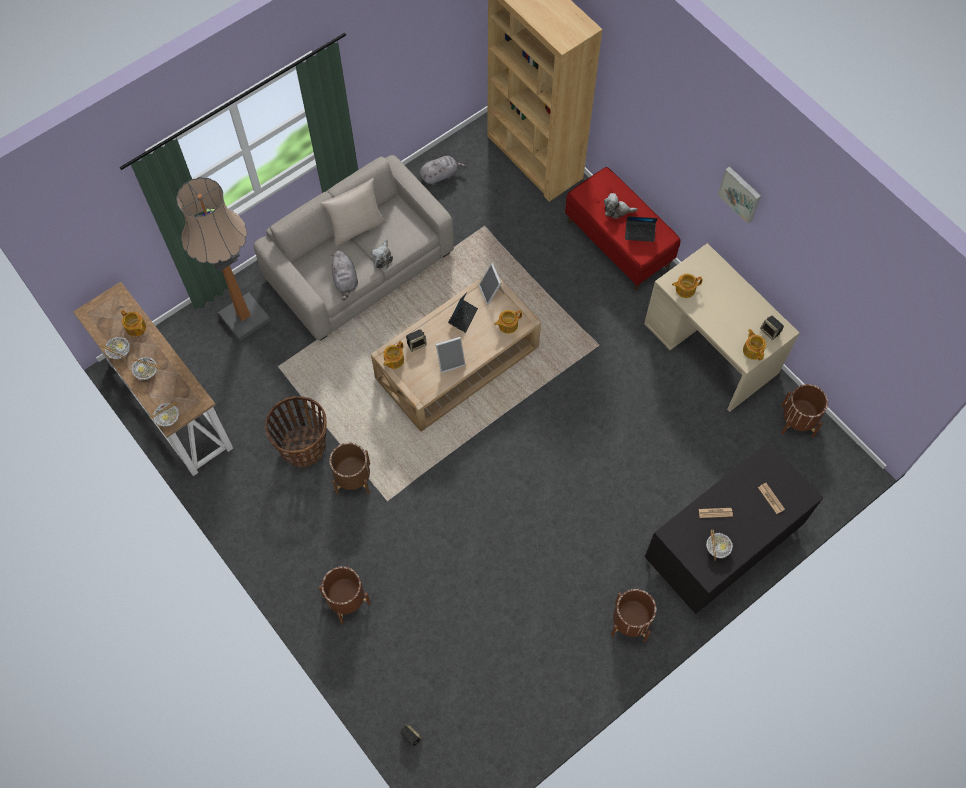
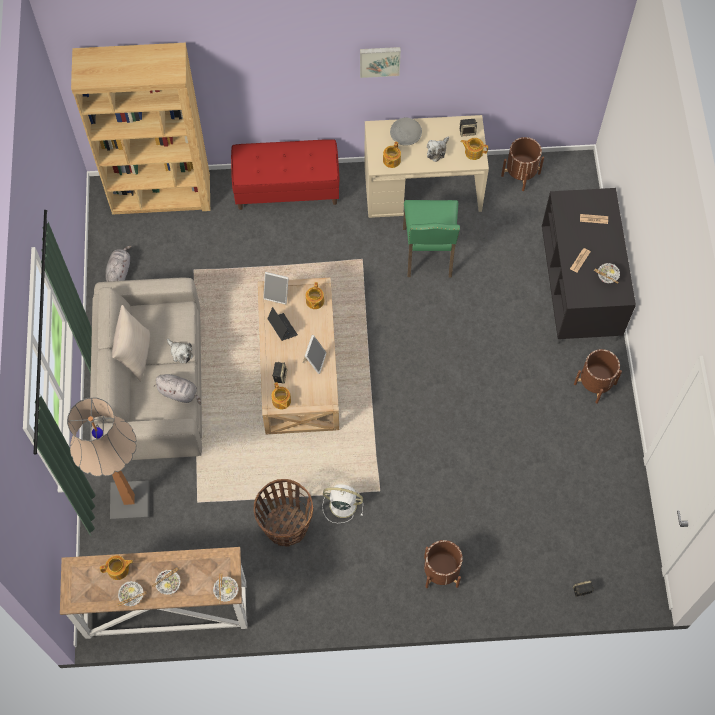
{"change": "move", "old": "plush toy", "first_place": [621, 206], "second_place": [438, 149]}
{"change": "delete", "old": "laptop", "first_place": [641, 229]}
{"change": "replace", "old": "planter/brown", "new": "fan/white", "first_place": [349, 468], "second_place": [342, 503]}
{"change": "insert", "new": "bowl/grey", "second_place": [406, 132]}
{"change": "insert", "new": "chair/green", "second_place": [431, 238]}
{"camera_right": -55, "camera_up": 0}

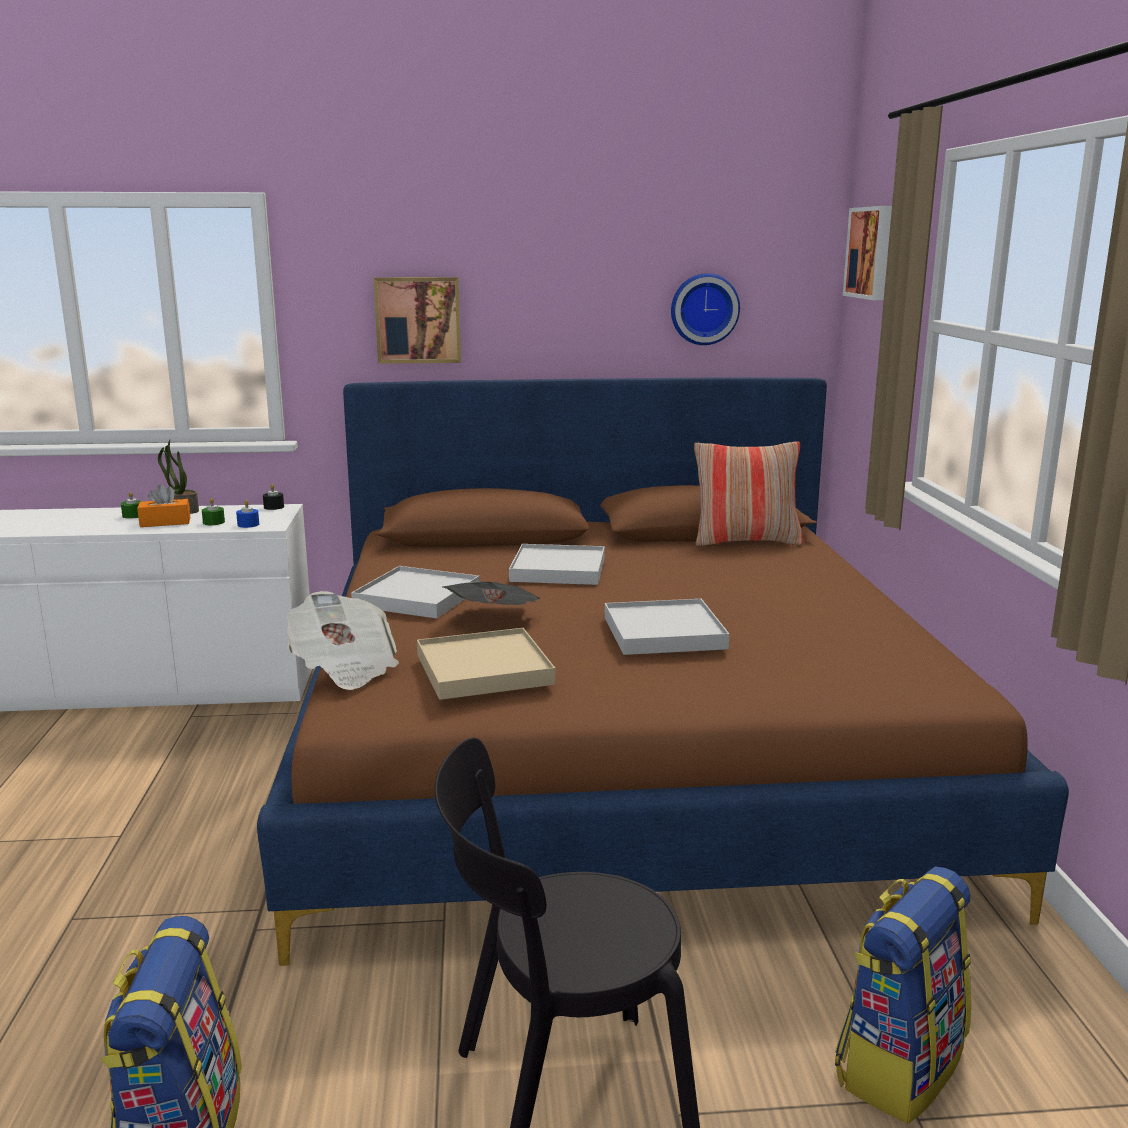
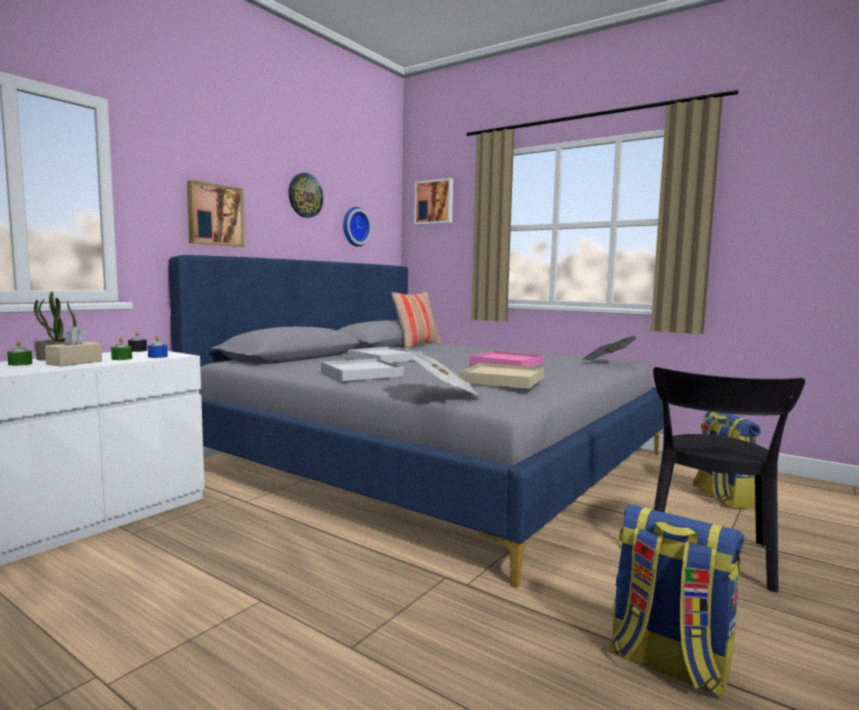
{"change": "recolor", "old": "bed/brown", "new": "bed/grey", "first_place": [663, 671], "second_place": [416, 421]}
{"change": "recolor", "old": "tissue box/orange", "new": "tissue box/beige", "first_place": [163, 505], "second_place": [73, 346]}
{"change": "move", "old": "newspaper", "first_place": [491, 593], "second_place": [609, 348]}
{"change": "recolor", "old": "tray/white", "new": "tray/pink", "first_place": [667, 627], "second_place": [507, 359]}
{"change": "insert", "new": "wall clock", "second_place": [305, 195]}
{"camera_right": -50, "camera_up": -10}

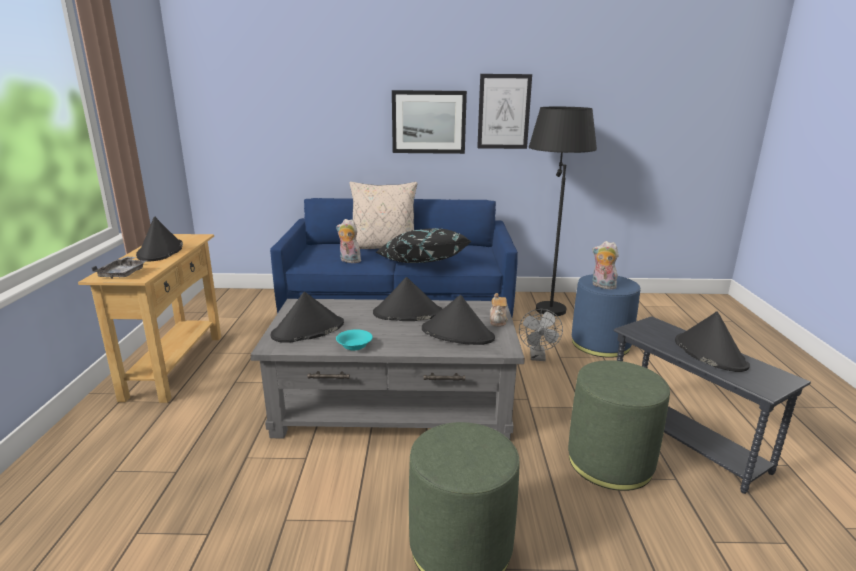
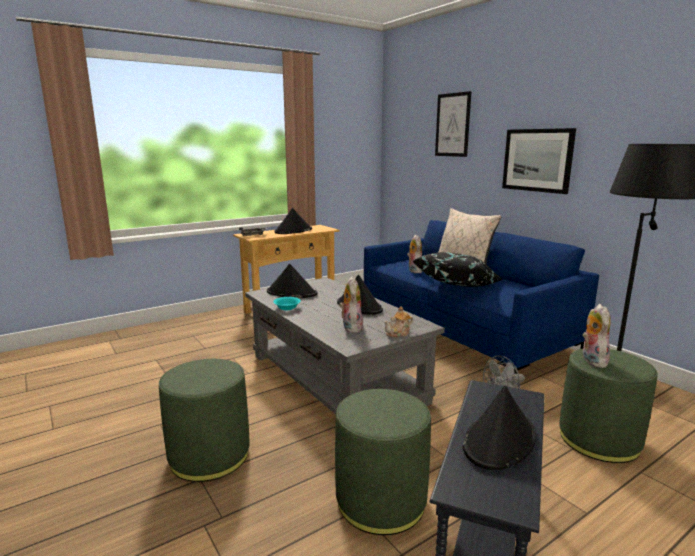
{"change": "move", "old": "picture", "first_place": [504, 111], "second_place": [453, 124]}
{"change": "recolor", "old": "ottoman/blue", "new": "ottoman/green", "first_place": [606, 316], "second_place": [608, 406]}
{"change": "replace", "old": "hat/black", "new": "plush toy", "first_place": [458, 320], "second_place": [351, 305]}
{"camera_right": 55, "camera_up": -5}

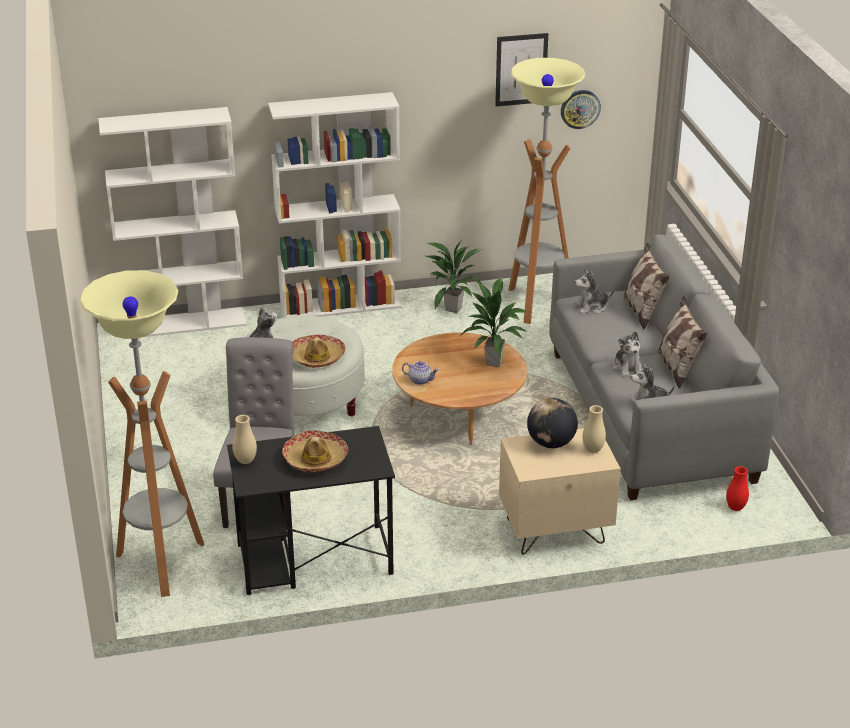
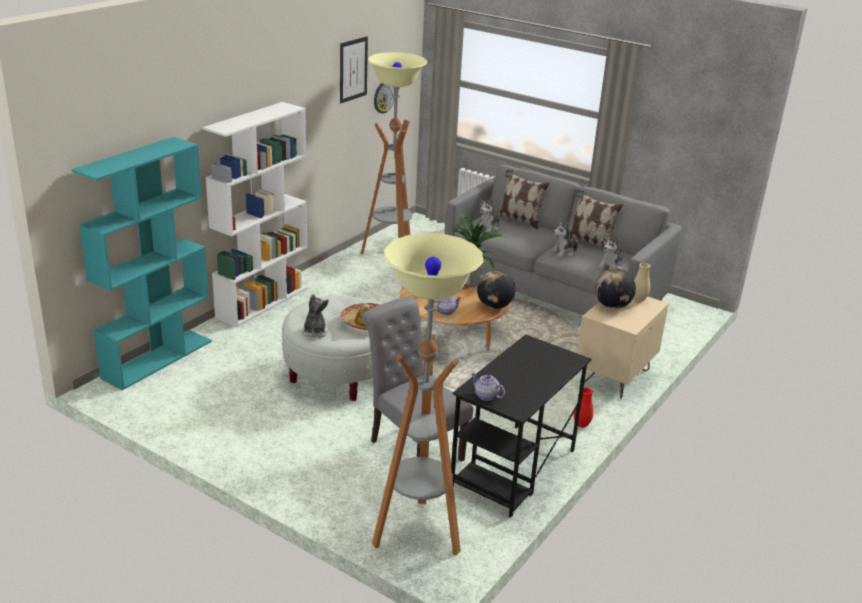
{"change": "recolor", "old": "bookcase/white", "new": "bookcase/turquoise", "first_place": [172, 222], "second_place": [142, 263]}
{"change": "delete", "old": "potted plant", "first_place": [454, 277]}
{"change": "rotate", "old": "plush toy", "first_place": [627, 354], "second_place": [566, 239], "degrees": 120}
{"change": "replace", "old": "vase/beige", "new": "teapot", "first_place": [244, 439], "second_place": [488, 387]}
{"change": "delete", "old": "hat", "first_place": [315, 451]}
{"change": "move", "old": "vase/red", "first_place": [737, 488], "second_place": [583, 408]}
{"change": "insert", "new": "globe", "second_place": [496, 289]}
{"camera_right": -45, "camera_up": -5}

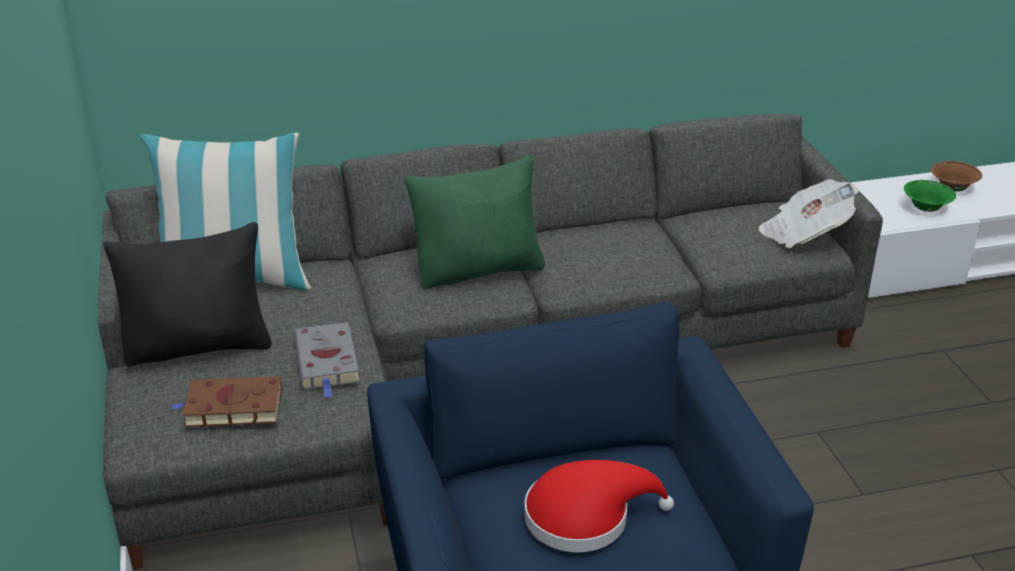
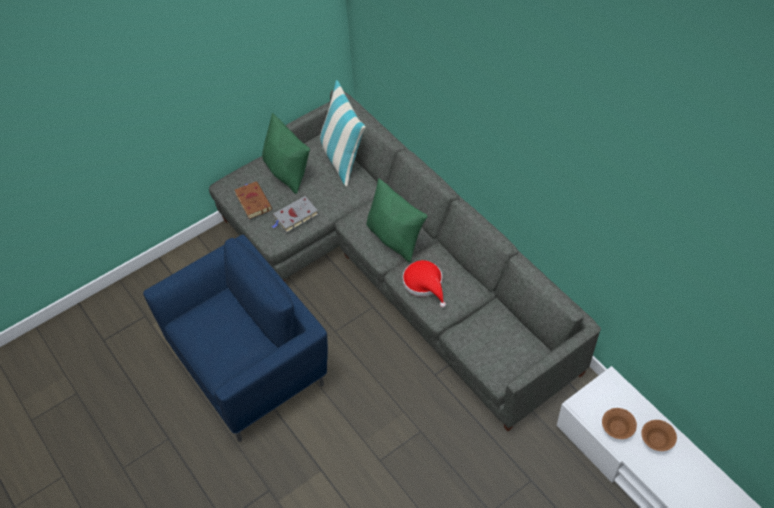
{"change": "delete", "old": "newspaper", "first_place": [809, 213]}
{"change": "recolor", "old": "bowl/green", "new": "bowl/brown", "first_place": [930, 196], "second_place": [619, 423]}
{"change": "recolor", "old": "pillow/black", "new": "pillow/green", "first_place": [187, 294], "second_place": [286, 153]}
{"change": "move", "old": "hat/red", "first_place": [599, 506], "second_place": [424, 284]}
{"camera_right": 70, "camera_up": 20}

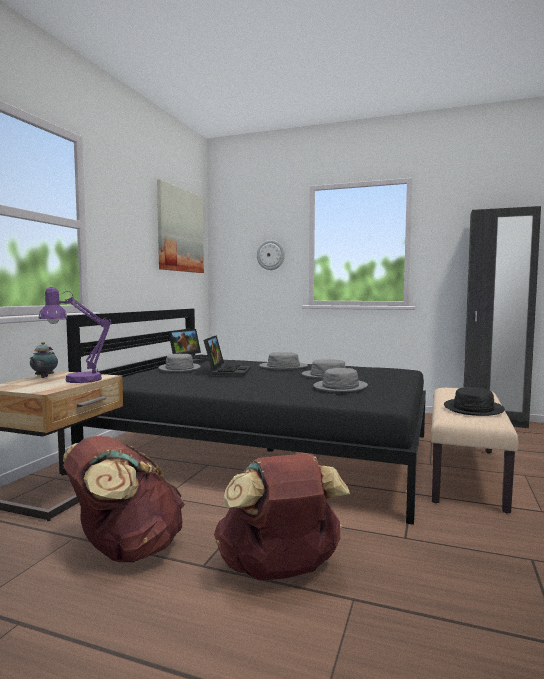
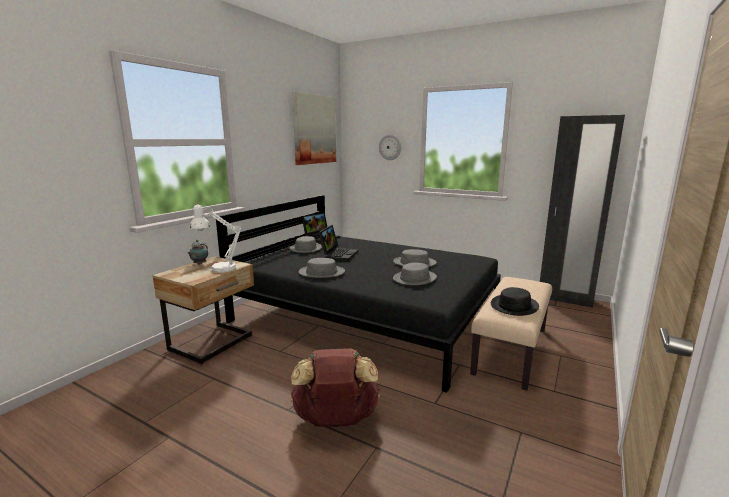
{"change": "recolor", "old": "table lamp/purple", "new": "table lamp/white", "first_place": [74, 335], "second_place": [215, 239]}
{"change": "move", "old": "hat/grey", "first_place": [283, 360], "second_place": [322, 268]}
{"change": "delete", "old": "backpack/brown", "first_place": [124, 499]}
{"camera_right": 10, "camera_up": 10}

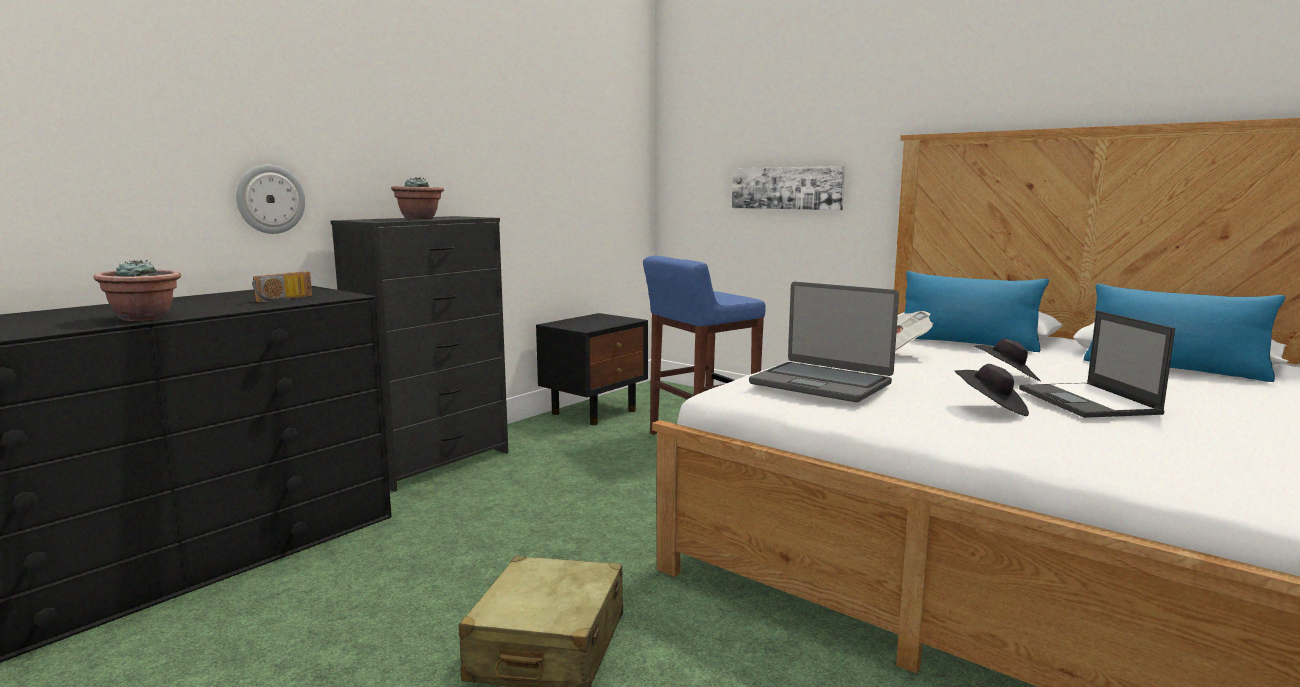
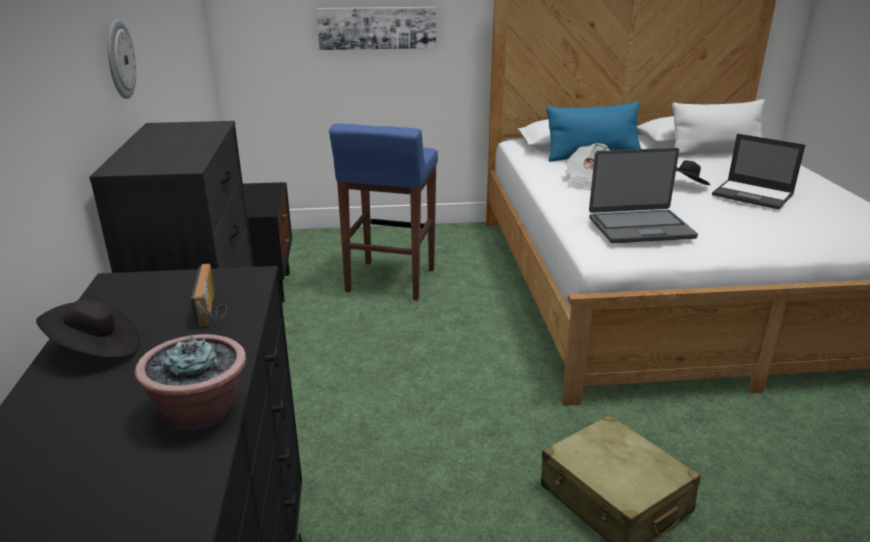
{"change": "move", "old": "wall clock", "first_place": [270, 199], "second_place": [122, 59]}
{"change": "delete", "old": "potted plant", "first_place": [417, 198]}
{"change": "recolor", "old": "pillow/blue", "new": "pillow/white", "first_place": [1184, 333], "second_place": [718, 127]}
{"change": "move", "old": "hat/black", "first_place": [992, 390], "second_place": [88, 329]}
{"camera_right": -45, "camera_up": 15}

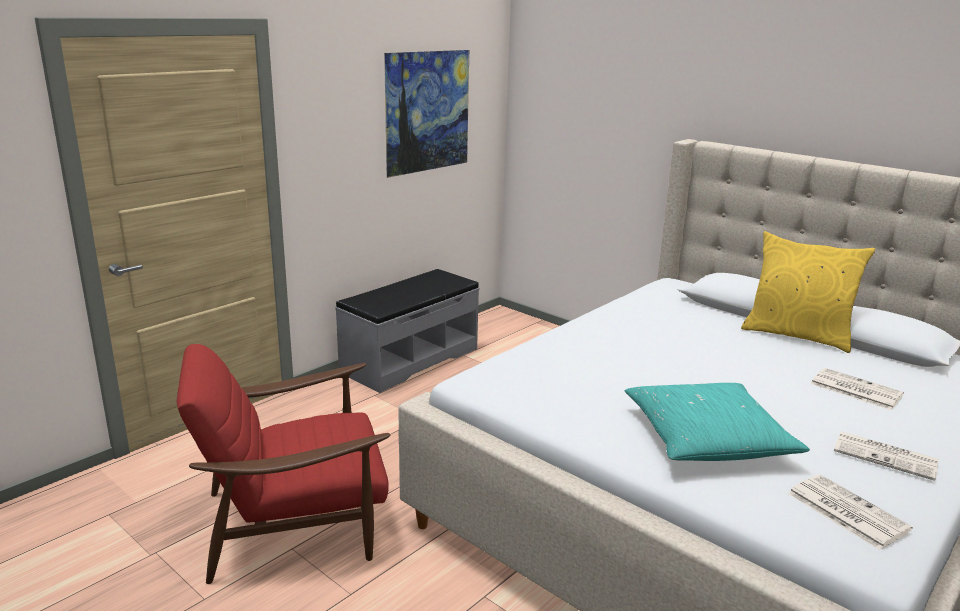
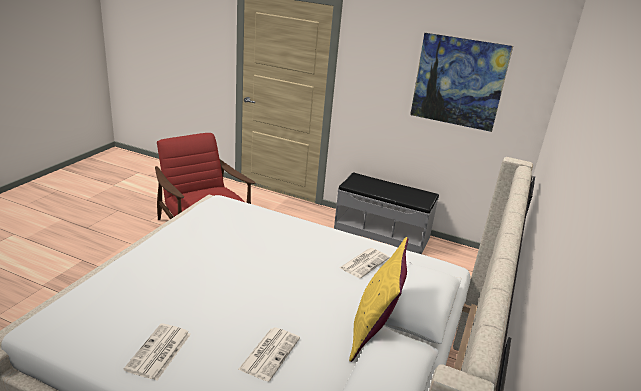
{"change": "delete", "old": "pillow/turquoise", "first_place": [717, 422]}
{"change": "move", "old": "newspaper", "first_place": [850, 512], "second_place": [365, 263]}
{"camera_right": 70, "camera_up": 5}

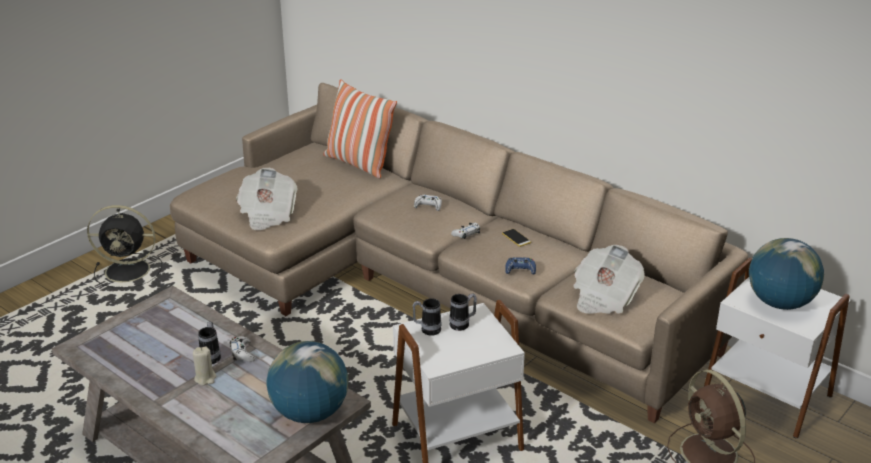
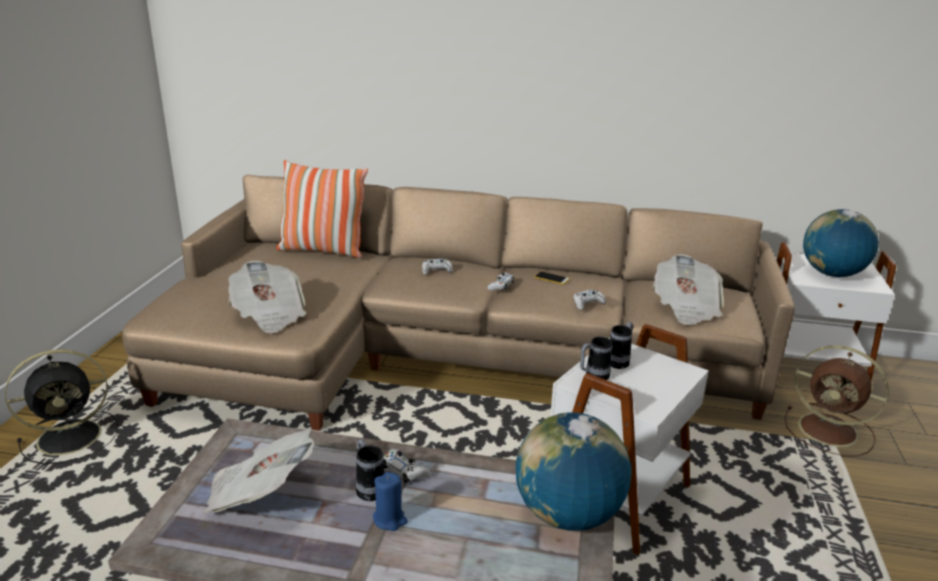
{"change": "recolor", "old": "game controller/blue", "new": "game controller/white", "first_place": [520, 265], "second_place": [589, 300]}
{"change": "recolor", "old": "candle/beige", "new": "candle/blue", "first_place": [204, 365], "second_place": [390, 501]}
{"change": "insert", "new": "newspaper", "second_place": [258, 471]}
{"camera_right": -30, "camera_up": -5}

